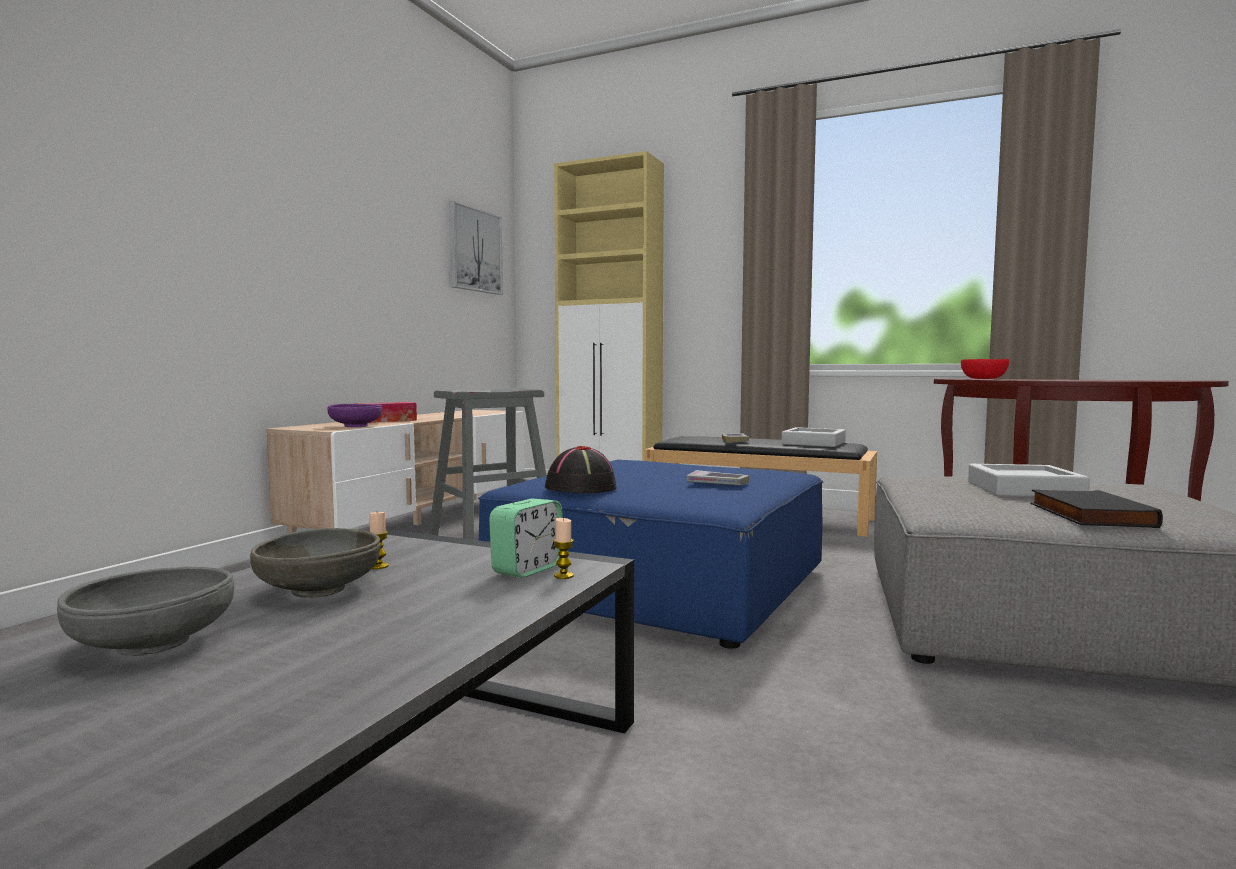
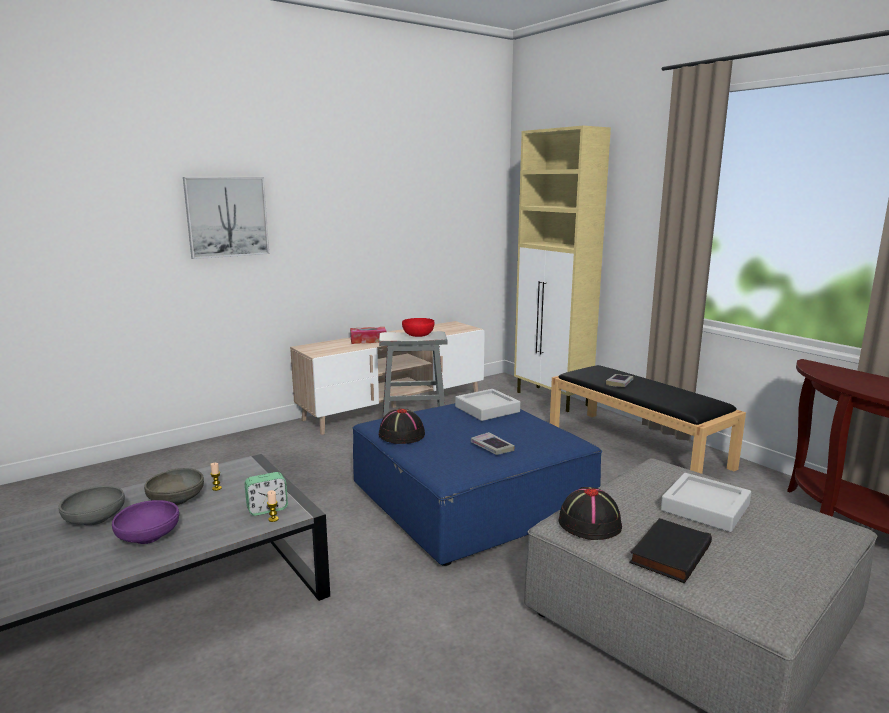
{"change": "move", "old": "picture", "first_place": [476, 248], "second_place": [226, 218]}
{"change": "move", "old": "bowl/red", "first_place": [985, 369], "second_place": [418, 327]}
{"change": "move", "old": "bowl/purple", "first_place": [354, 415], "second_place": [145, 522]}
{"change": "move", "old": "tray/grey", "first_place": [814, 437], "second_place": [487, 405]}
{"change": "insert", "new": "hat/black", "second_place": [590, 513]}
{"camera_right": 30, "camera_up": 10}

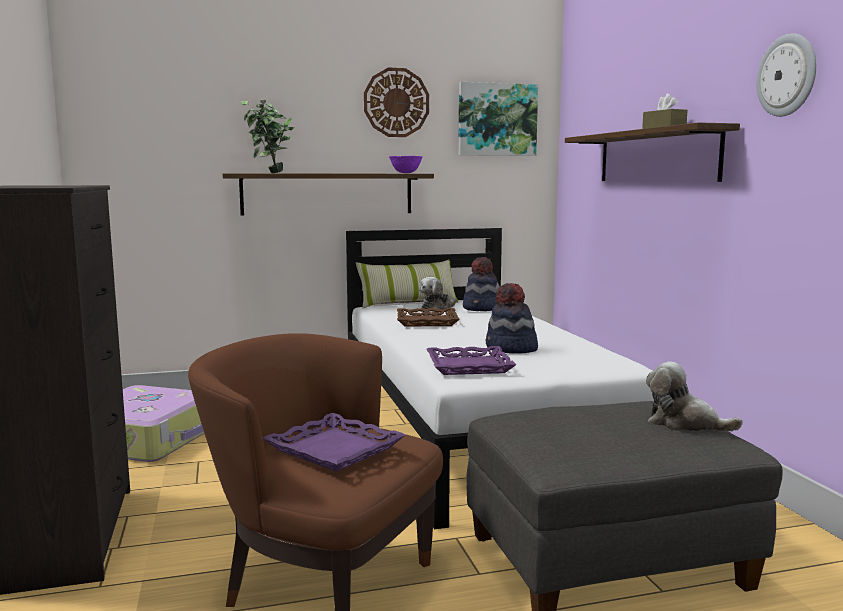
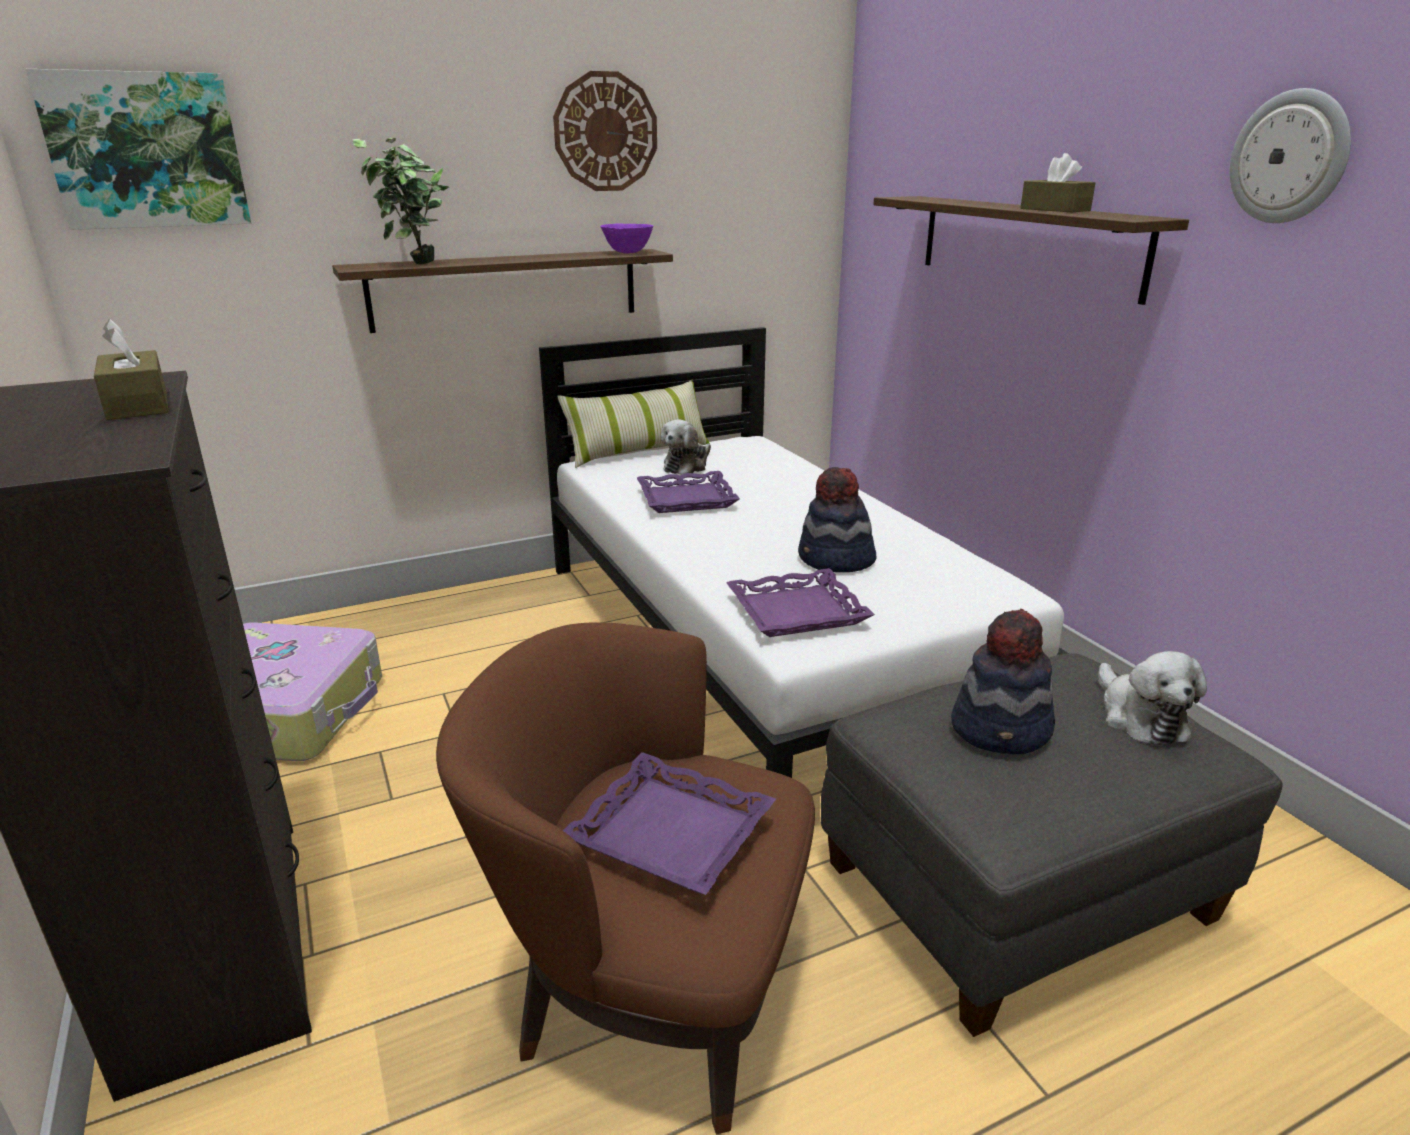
{"change": "move", "old": "picture", "first_place": [498, 119], "second_place": [138, 149]}
{"change": "move", "old": "hat", "first_place": [481, 284], "second_place": [1003, 681]}
{"change": "recolor", "old": "tray/brown", "new": "tray/purple", "first_place": [428, 317], "second_place": [688, 492]}
{"change": "rotate", "old": "plush toy", "first_place": [694, 396], "second_place": [1152, 698], "degrees": -120}
{"change": "insert", "new": "tissue box/brown", "second_place": [131, 369]}
{"camera_right": -10, "camera_up": 15}

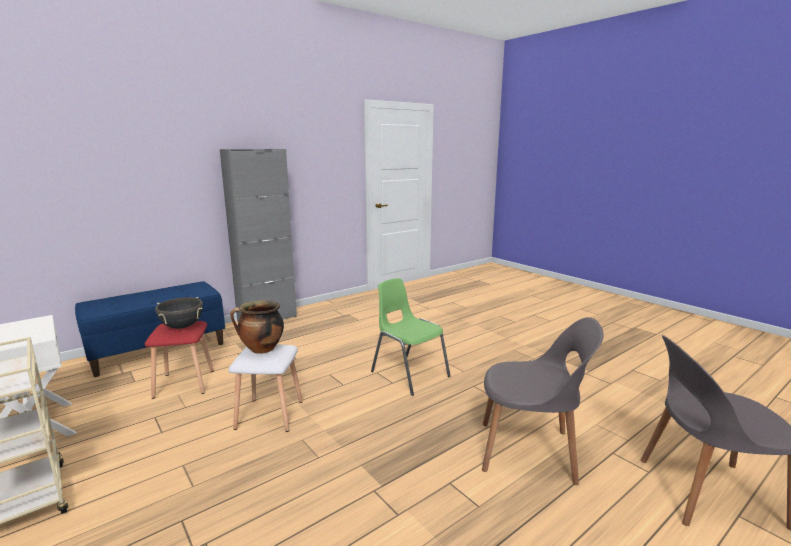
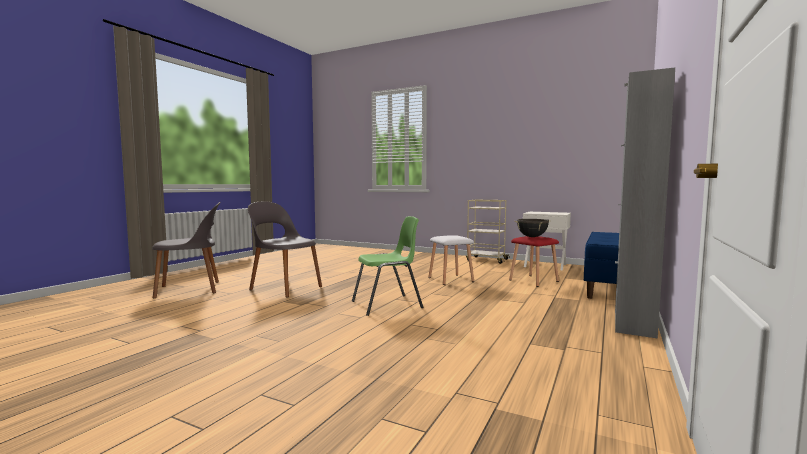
{"change": "rotate", "old": "chair/green", "first_place": [410, 337], "second_place": [387, 266], "degrees": -45}
{"change": "delete", "old": "cooking pot", "first_place": [257, 327]}
{"change": "rotate", "old": "chair/grey", "first_place": [543, 401], "second_place": [285, 249], "degrees": 45}
{"camera_right": 155, "camera_up": -10}

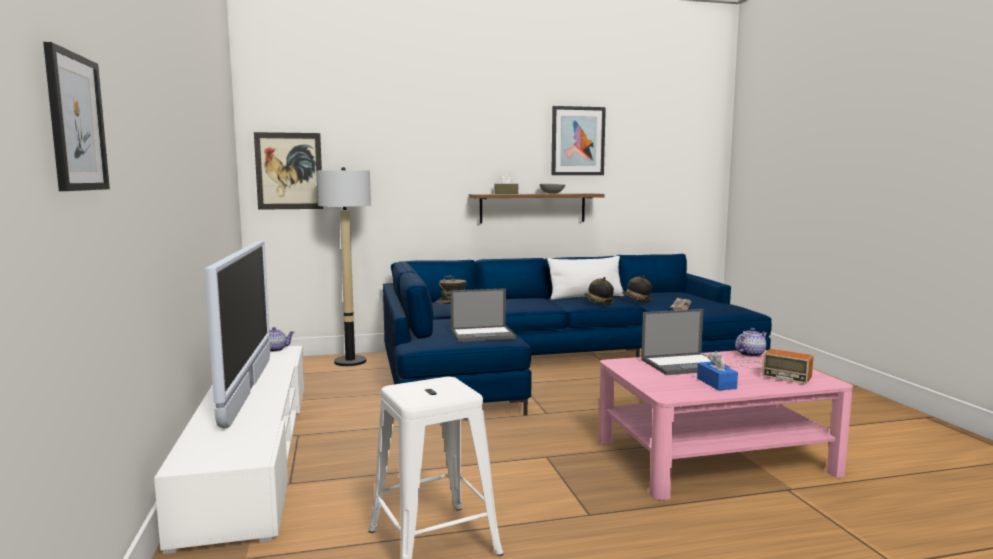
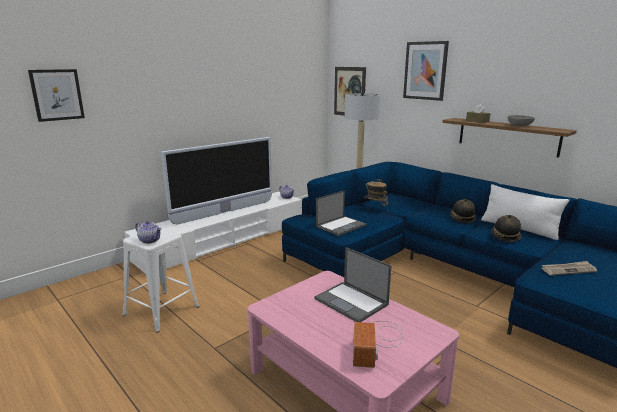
{"change": "move", "old": "picture", "first_place": [578, 140], "second_place": [426, 71]}
{"change": "move", "old": "hat", "first_place": [637, 288], "second_place": [463, 211]}
{"change": "rotate", "old": "laptop", "first_place": [483, 315], "second_place": [341, 213], "degrees": -90}
{"change": "move", "old": "teapot", "first_place": [751, 342], "second_place": [148, 232]}
{"change": "delete", "old": "tissue box/blue", "first_place": [717, 371]}
{"camera_right": 60, "camera_up": 10}

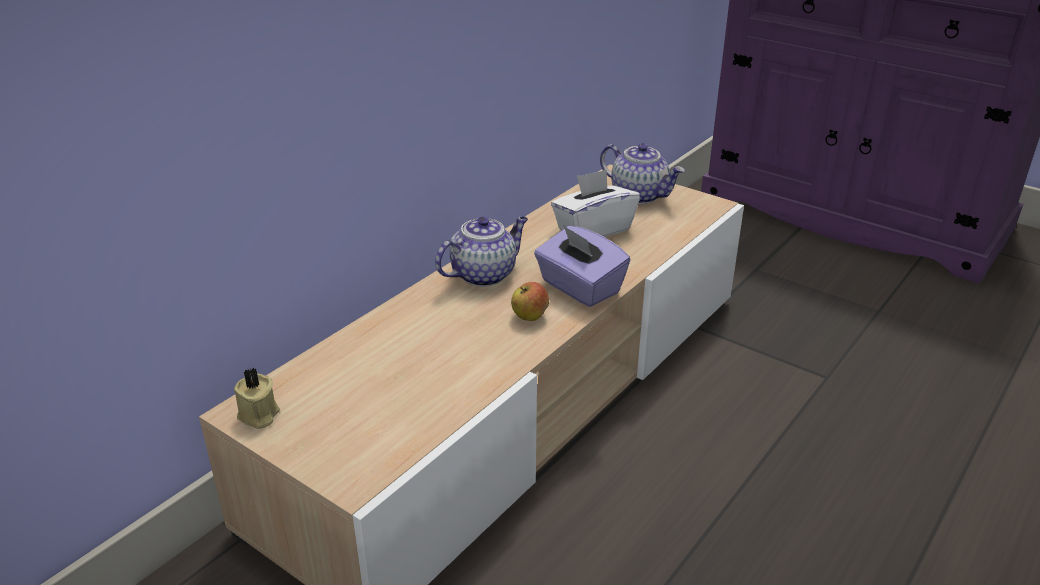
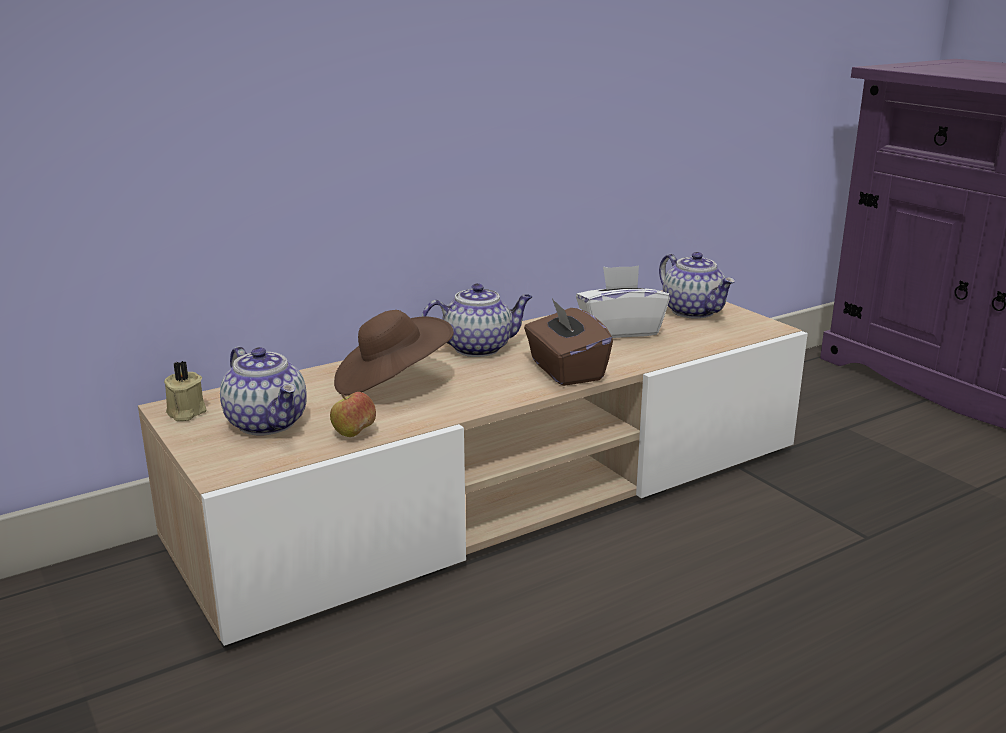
{"change": "recolor", "old": "tissue box/purple", "new": "tissue box/brown", "first_place": [582, 266], "second_place": [568, 342]}
{"change": "move", "old": "apple", "first_place": [530, 301], "second_place": [353, 414]}
{"change": "insert", "new": "hat/brown", "second_place": [394, 353]}
{"change": "insert", "new": "teapot", "second_place": [263, 391]}
{"camera_right": 20, "camera_up": -10}

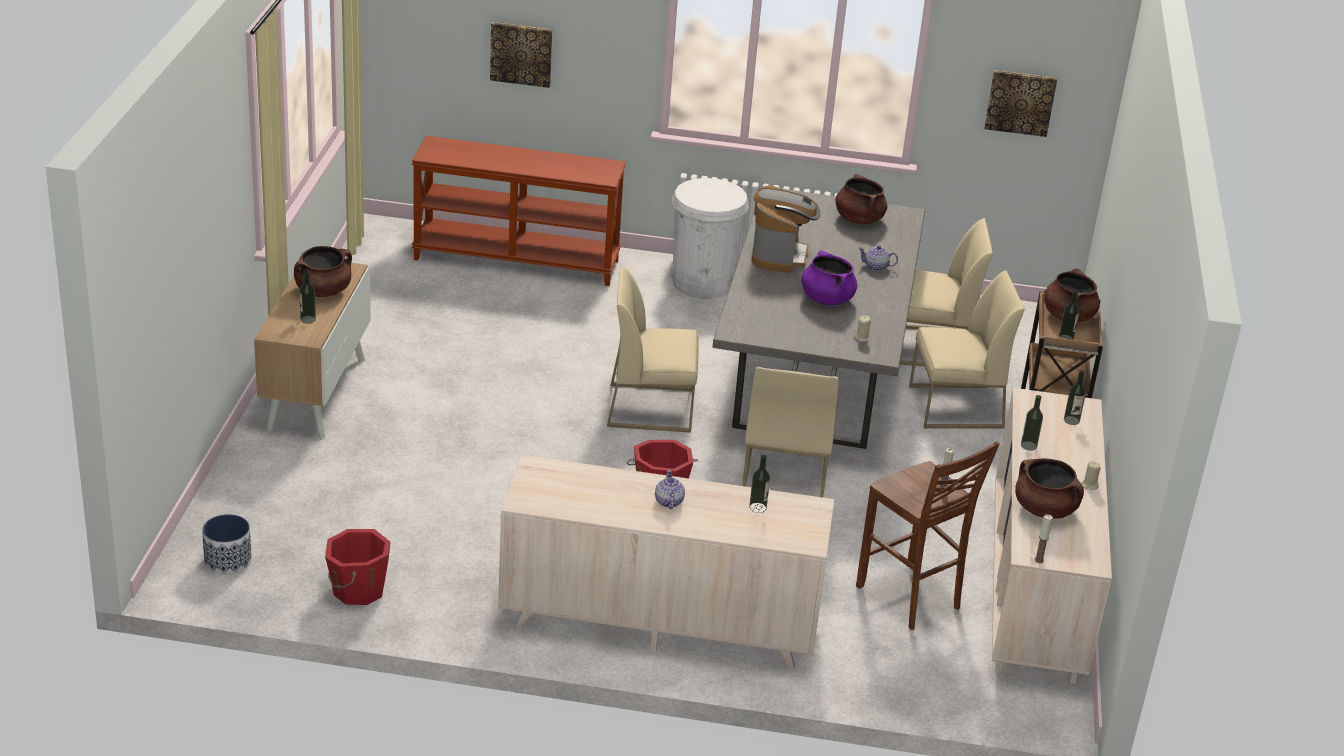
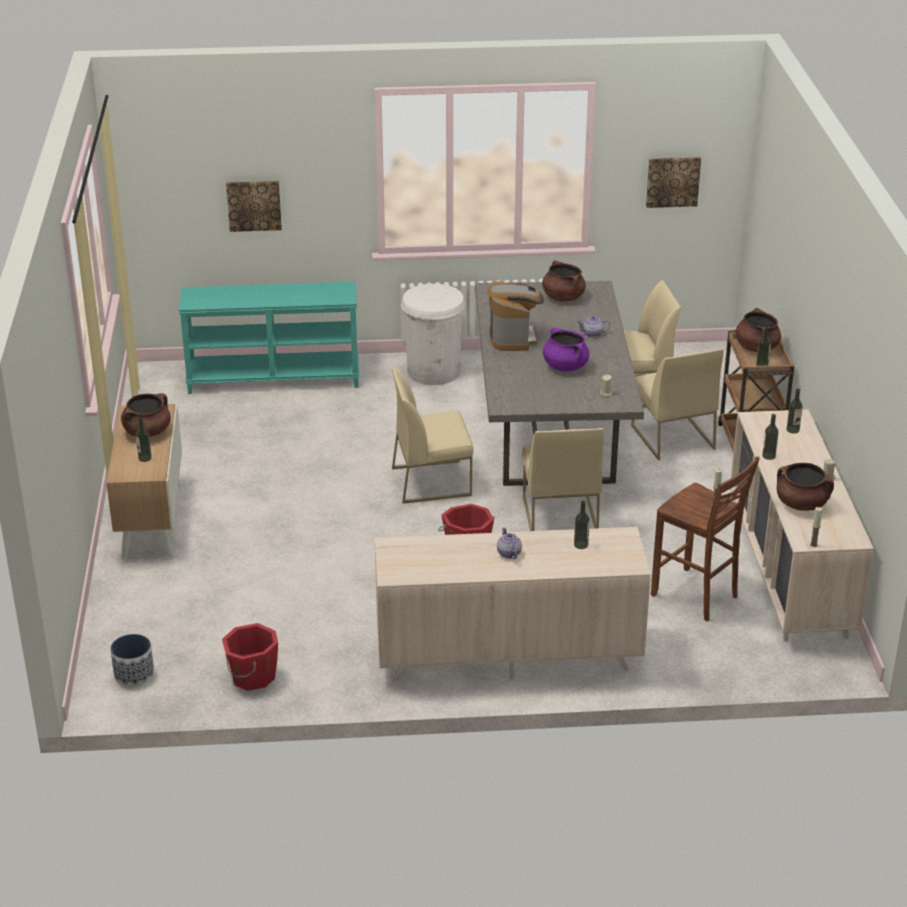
{"change": "recolor", "old": "console table/brown", "new": "console table/turquoise", "first_place": [519, 211], "second_place": [269, 337]}
{"change": "rotate", "old": "chair/beige", "first_place": [967, 349], "second_place": [677, 404], "degrees": 90}
{"camera_right": -10, "camera_up": 0}

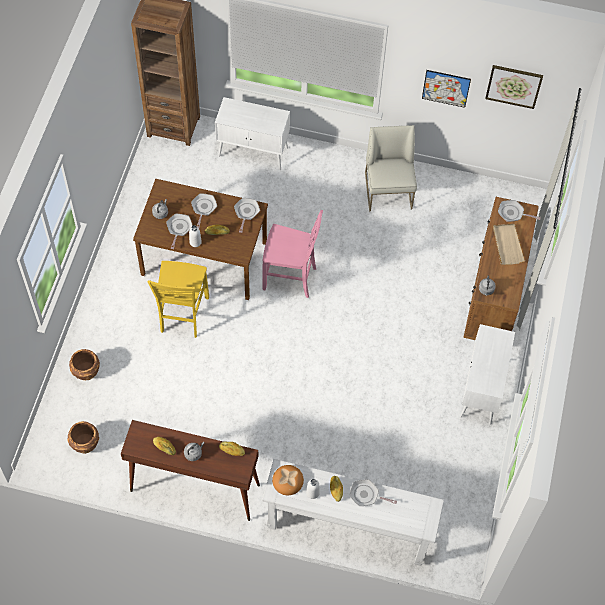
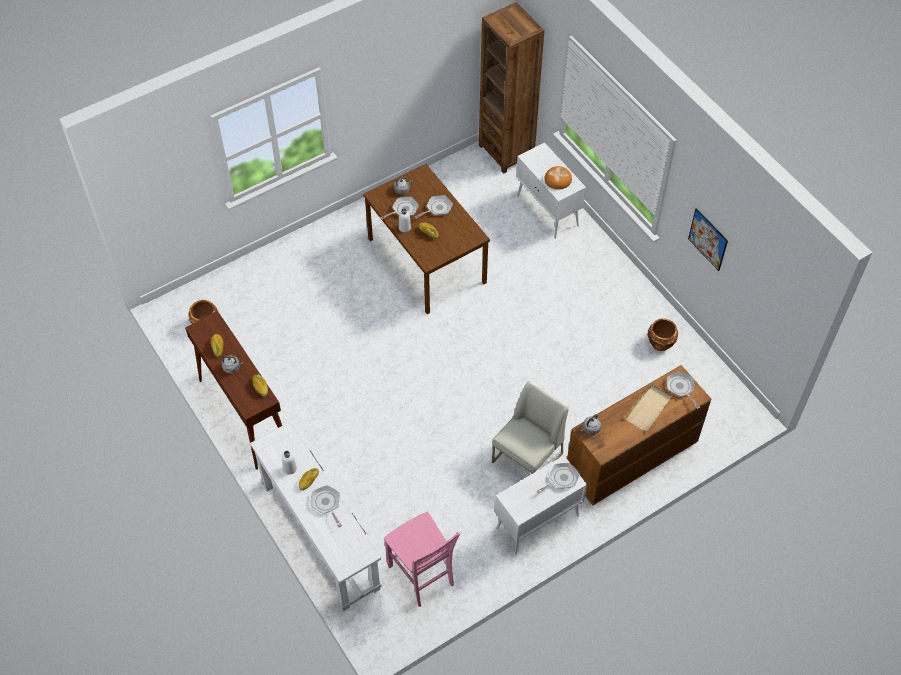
{"change": "delete", "old": "picture", "first_place": [514, 87]}
{"change": "move", "old": "chair/white", "first_place": [391, 168], "second_place": [530, 427]}
{"change": "move", "old": "frying pan", "first_place": [247, 215], "second_place": [558, 478]}
{"change": "move", "old": "chair/pink", "first_place": [292, 254], "second_place": [422, 559]}
{"change": "delete", "old": "chair/yellow", "first_place": [178, 299]}
{"change": "move", "old": "planter/brown", "first_place": [84, 364], "second_place": [663, 334]}
{"change": "move", "old": "bread", "first_place": [288, 480], "second_place": [558, 177]}
{"camera_right": 45, "camera_up": -5}

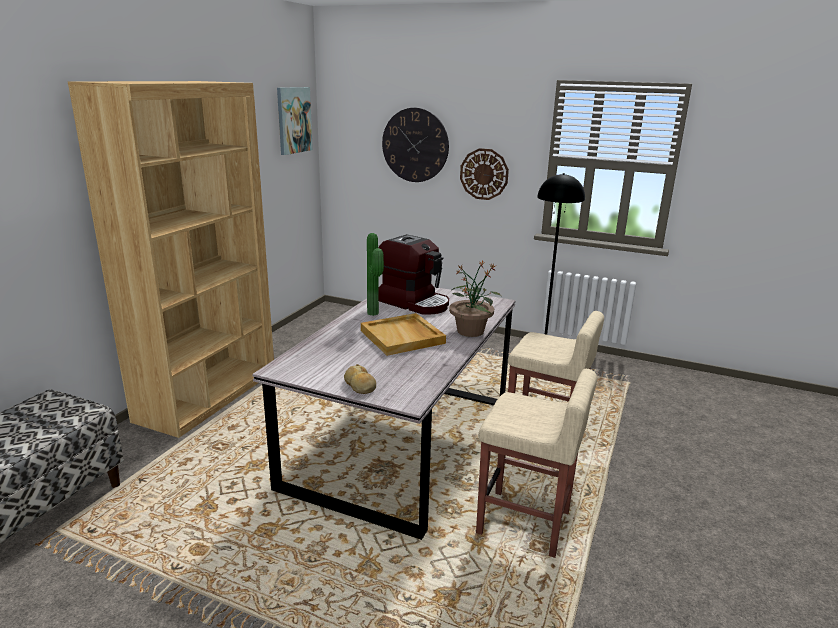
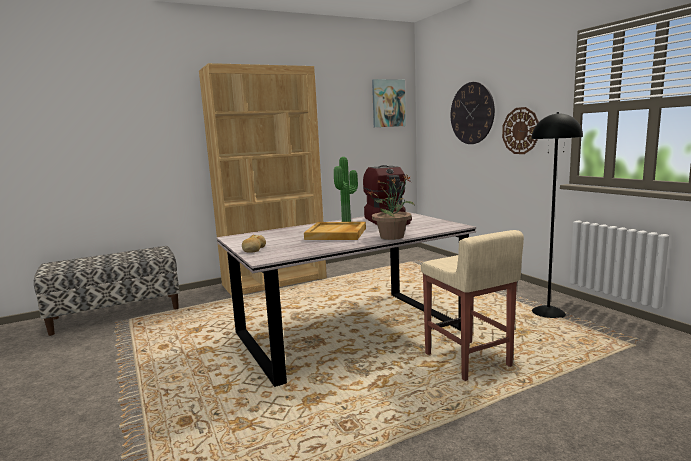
{"change": "delete", "old": "stool/beige", "first_place": [536, 463]}
{"camera_right": 40, "camera_up": -10}

